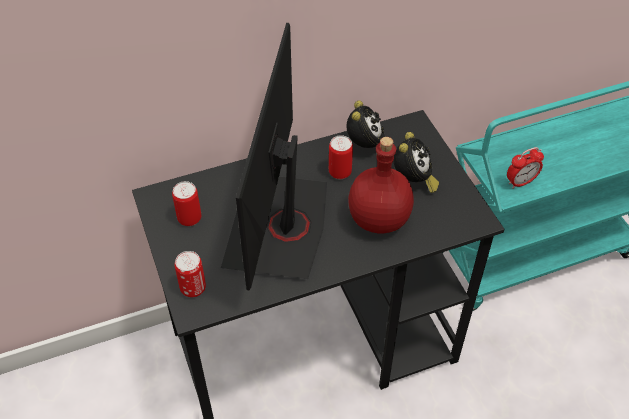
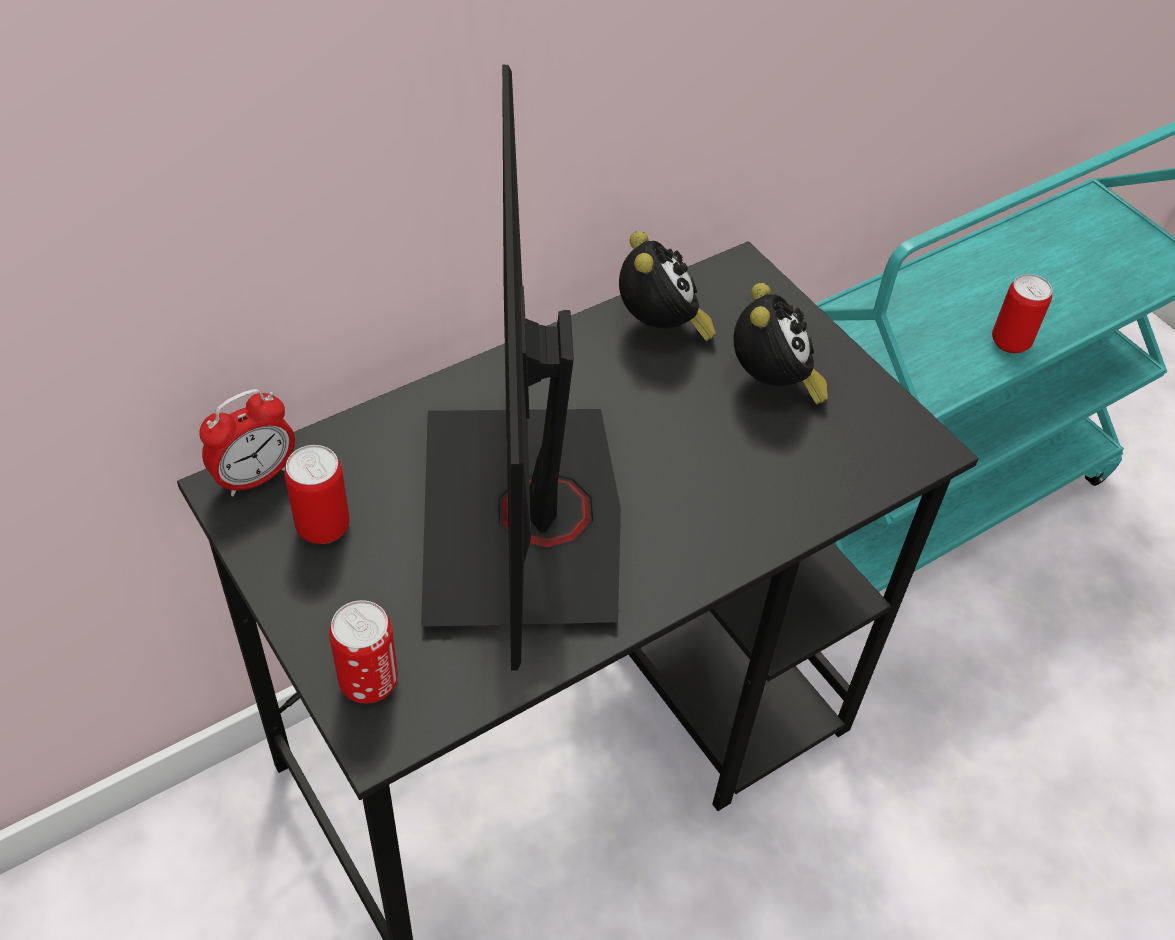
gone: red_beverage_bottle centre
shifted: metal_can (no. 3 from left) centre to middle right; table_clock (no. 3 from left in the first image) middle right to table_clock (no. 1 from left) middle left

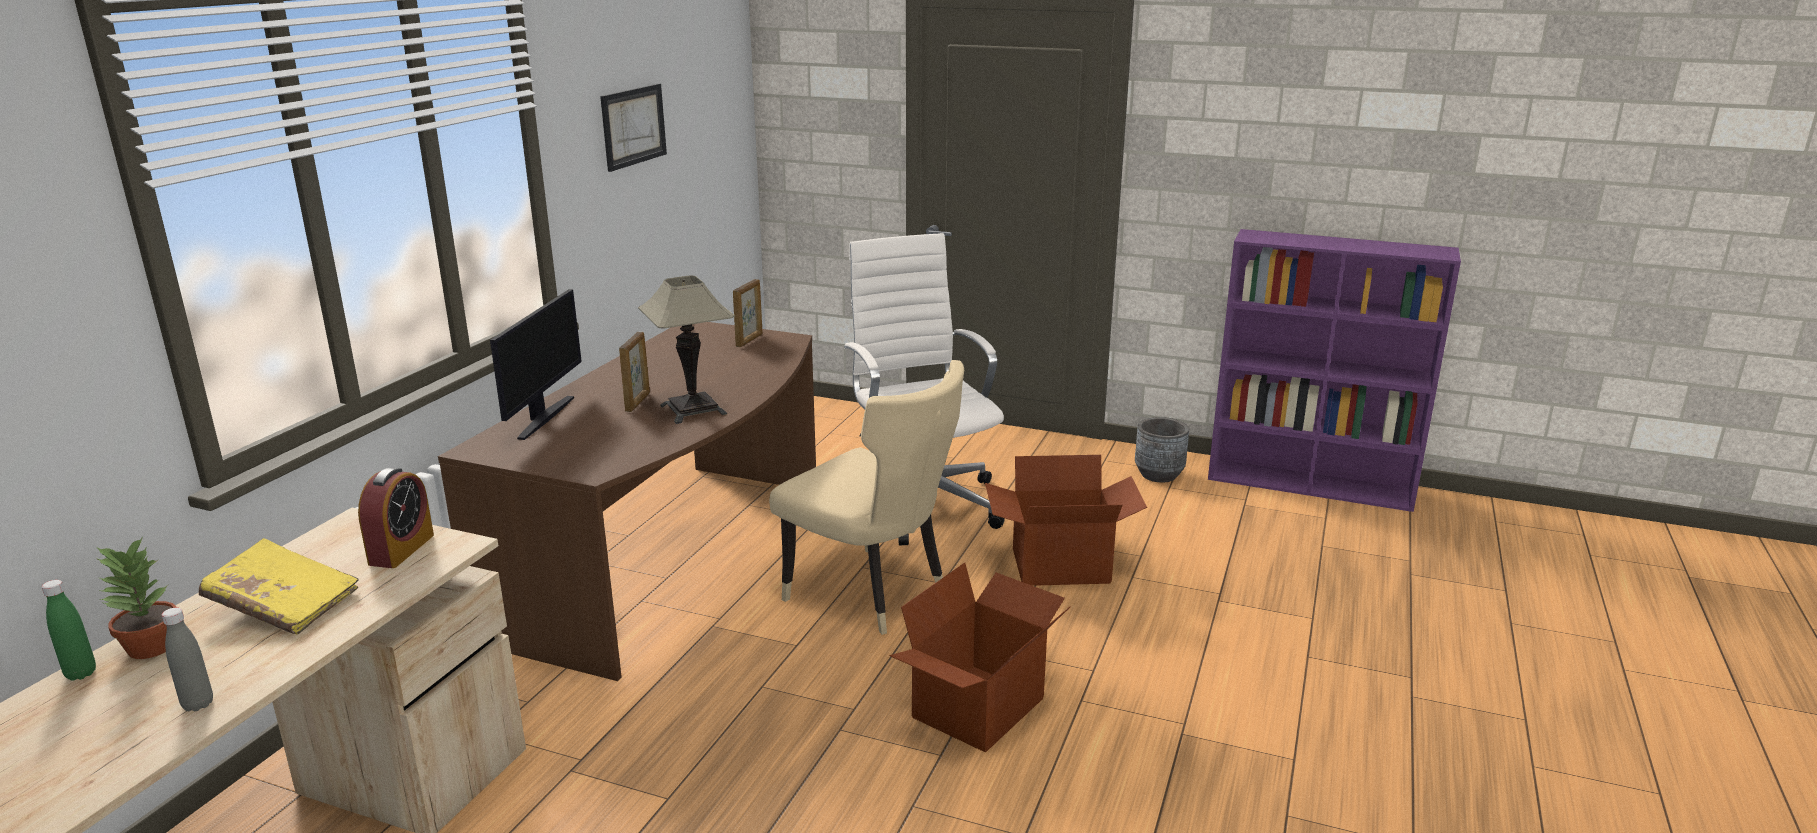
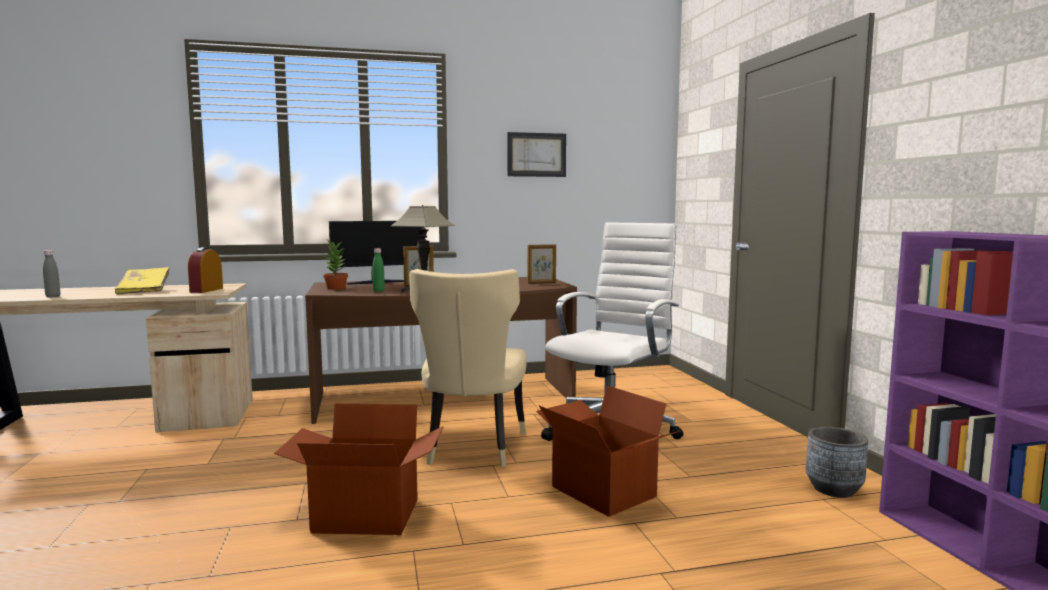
shifted: green-coloured_beverage_bottle bottom left to centre; houseplant bottom left to middle left
rotated: table_clock middle left = middle left 120 degrees clockwise

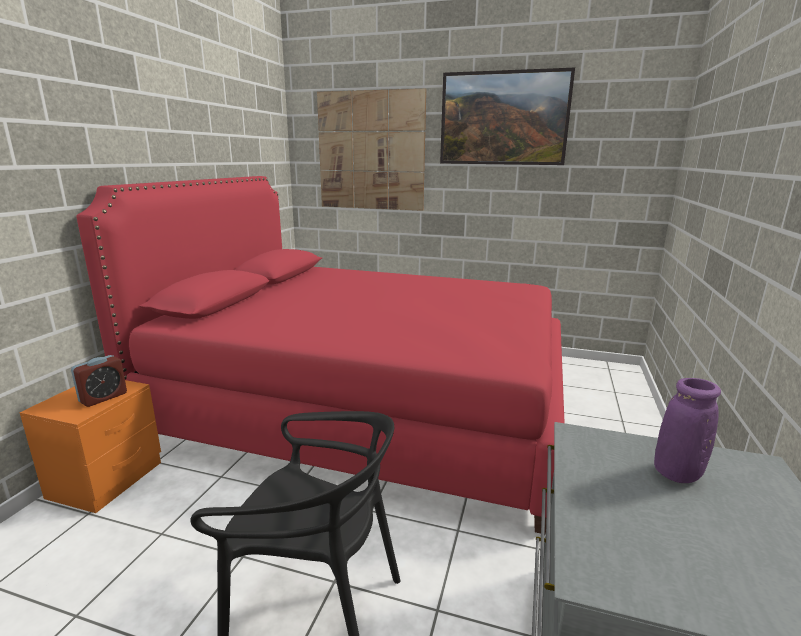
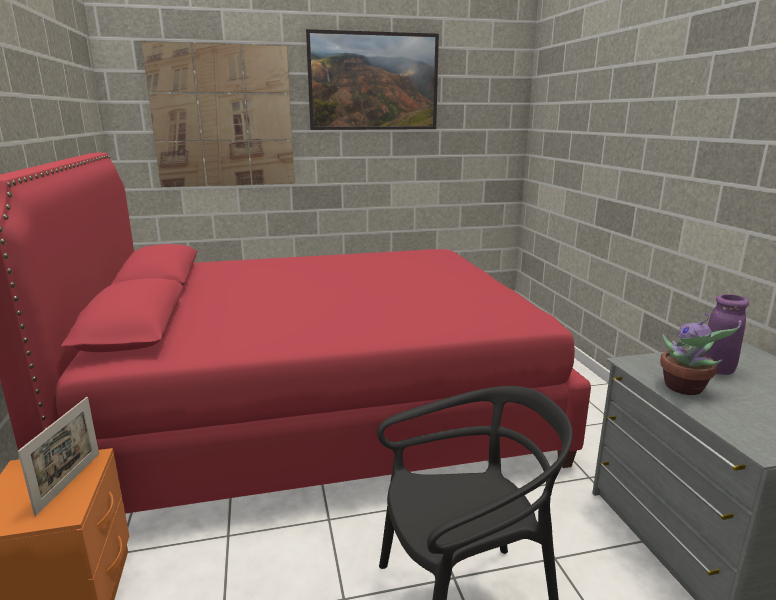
new: houseplant middle right
swapped: table_clock middle left to picture_frame bottom left

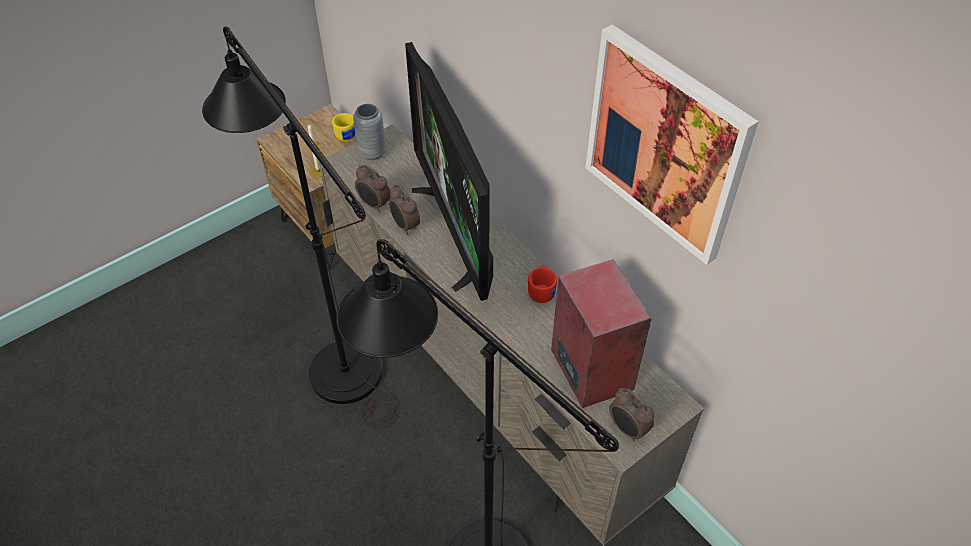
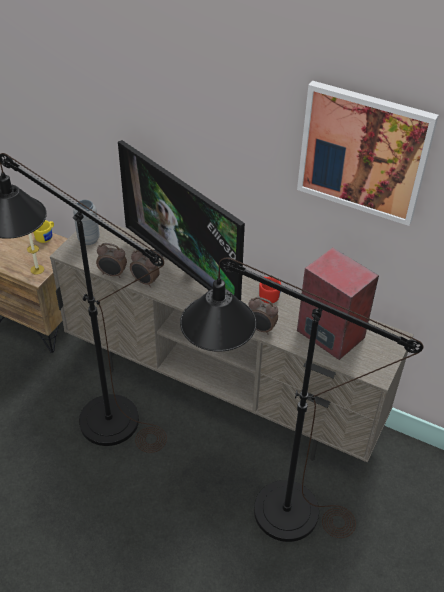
shifted: table_clock (no. 3 from left) bottom centre to centre

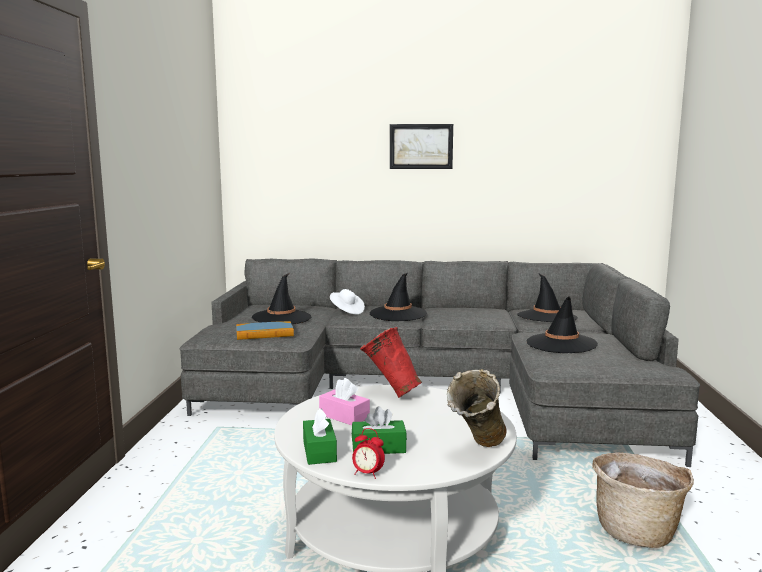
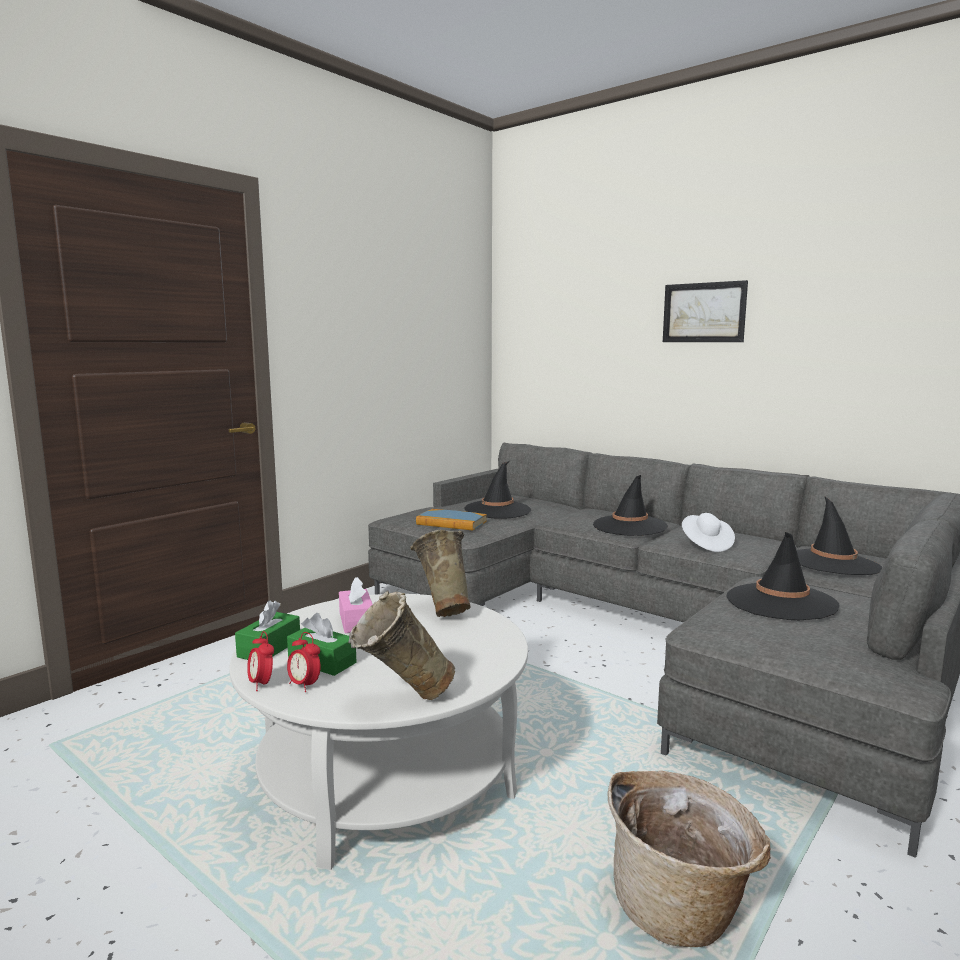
new: table_clock (no. 2 from left) bottom left
shifted: whitish_clothing_hat centre to middle right
repainted: red_decorative_vase centre to beige-coloured_decorative_vase (no. 2 from left) centre

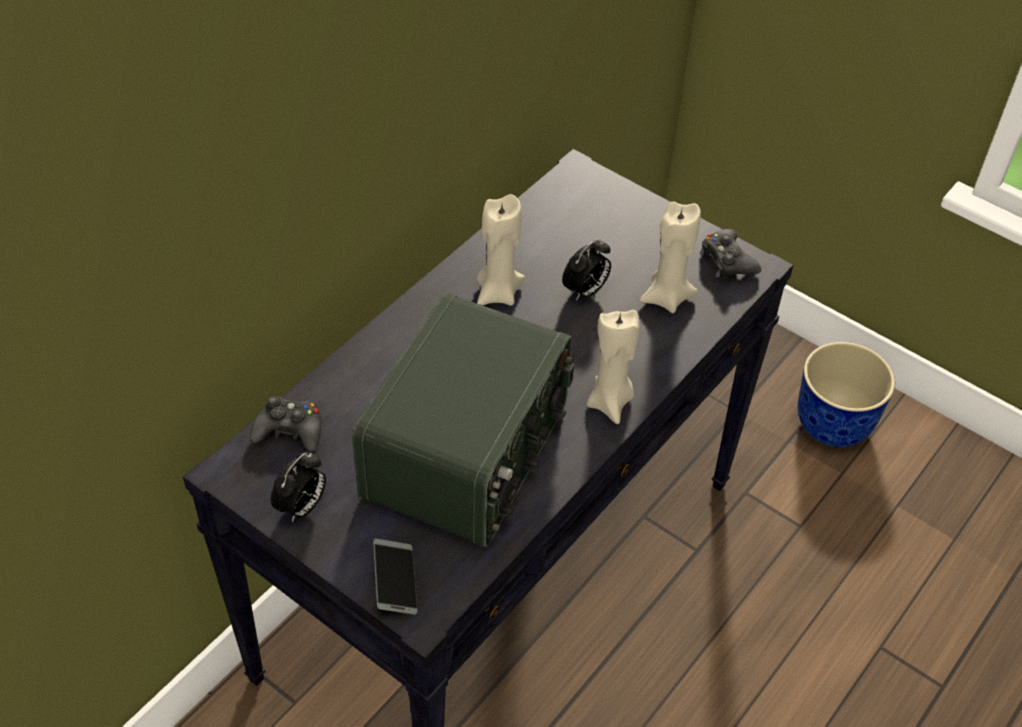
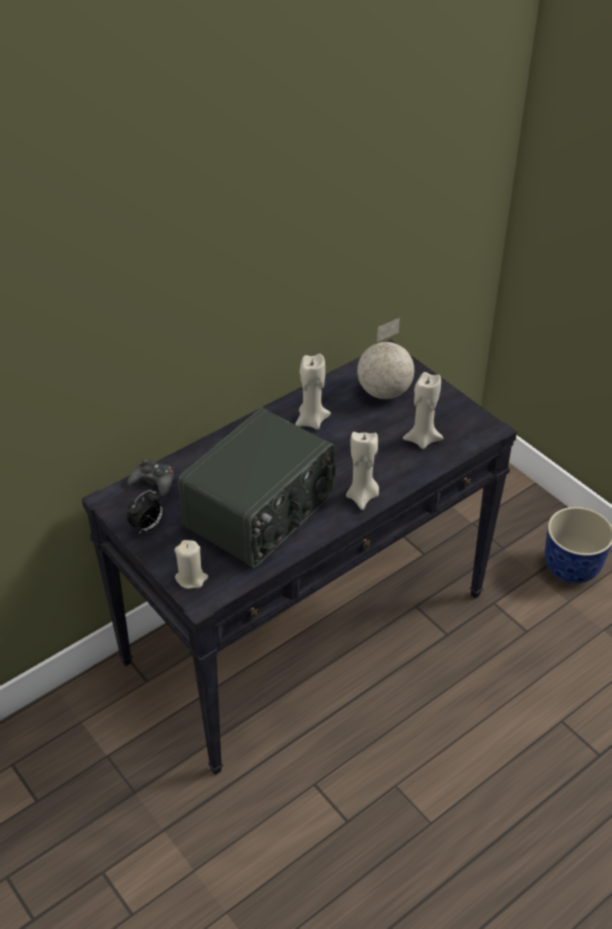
gone: table_clock (no. 2 from left) centre; black-coloured_gamepad (no. 2 from left) middle right
new: globe centre
swapped: phone bottom centre to beige-coloured_candle (no. 1 from left) middle left

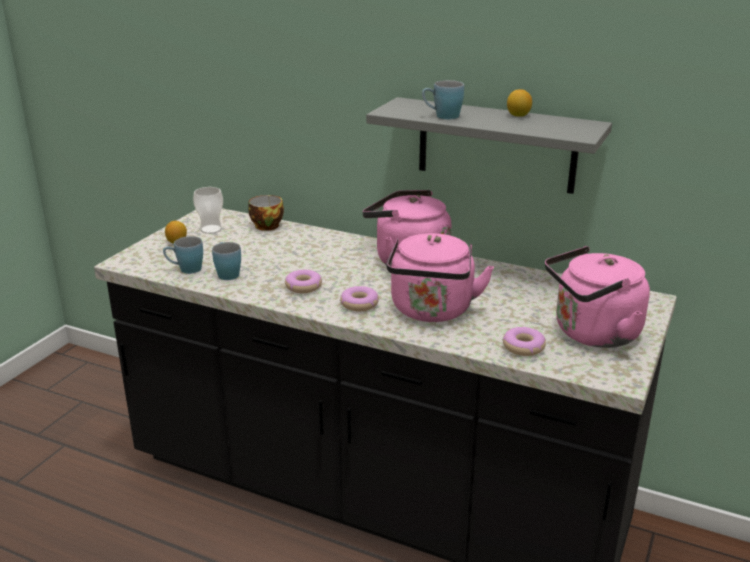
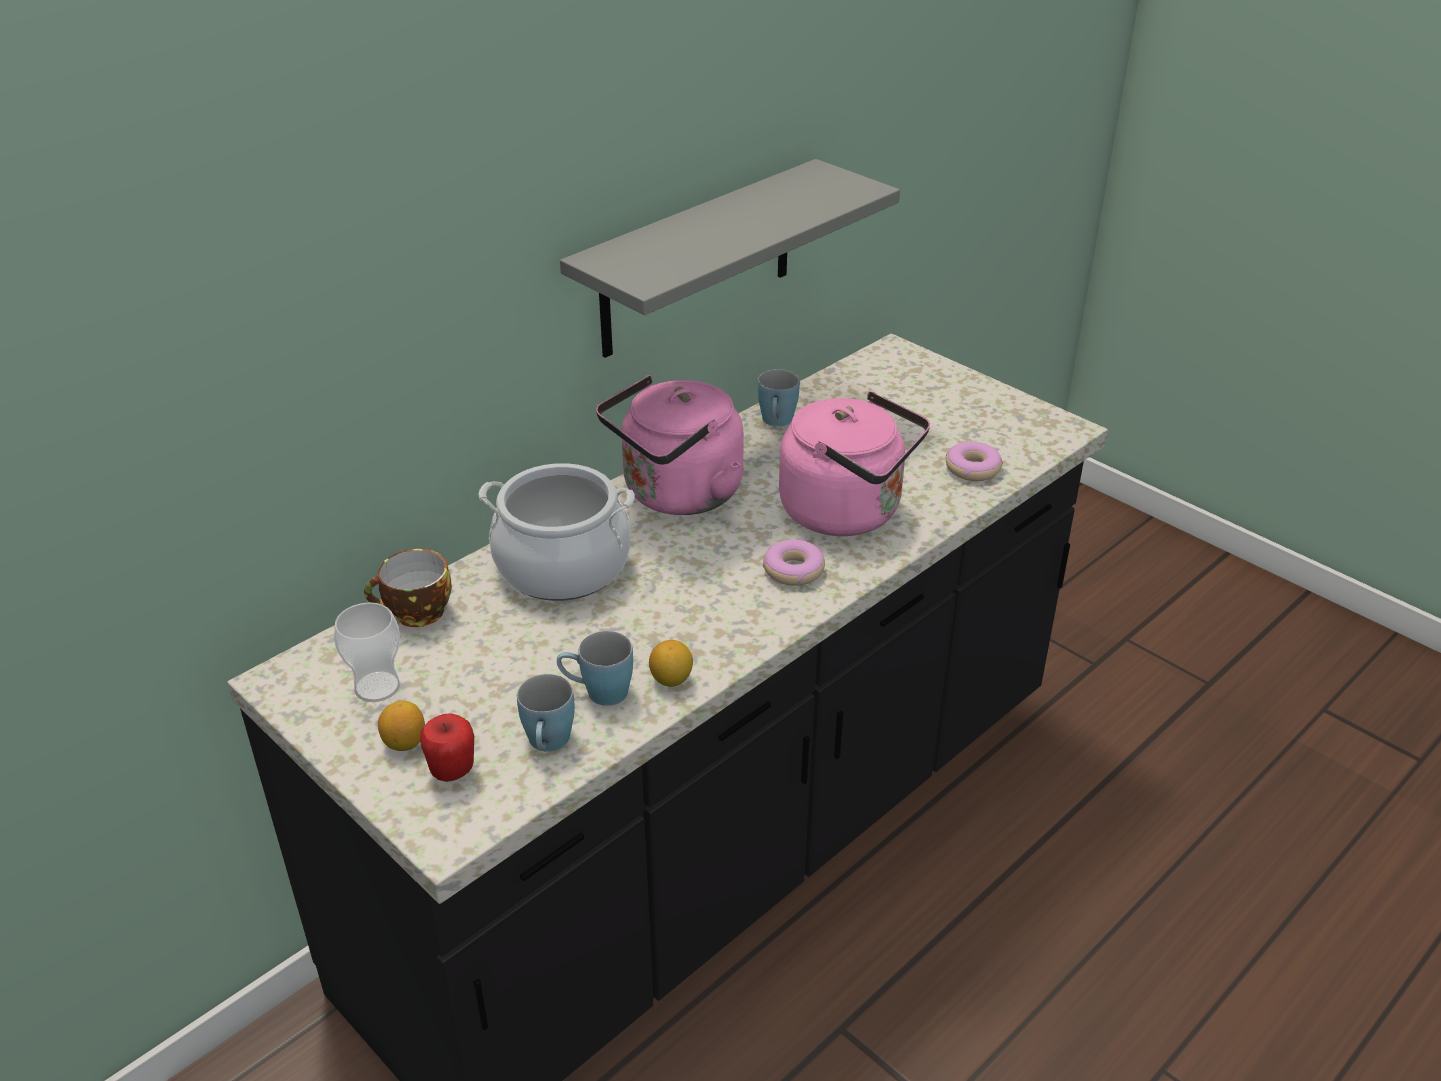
gone: doughnut (no. 1 from left) centre; pink-coloured_kettle (no. 3 from left) middle right
new: apple bottom left; stockpot centre
shifted: blue_tea_mug (no. 3 from left) top centre to centre; citrus_fruit (no. 2 from left) top right to centre

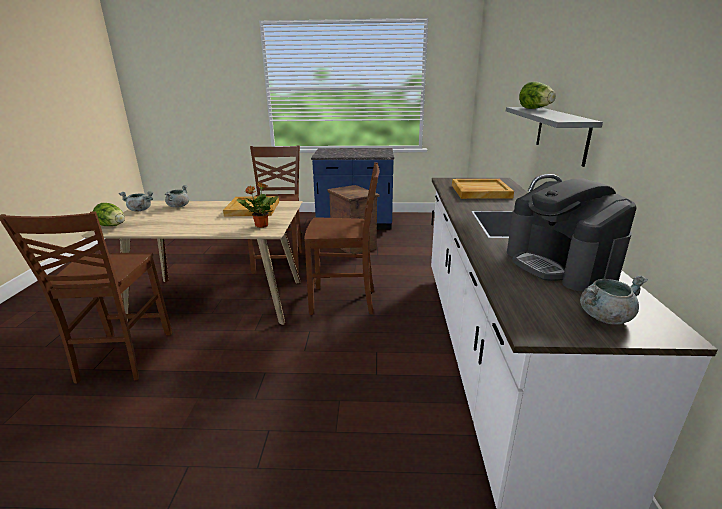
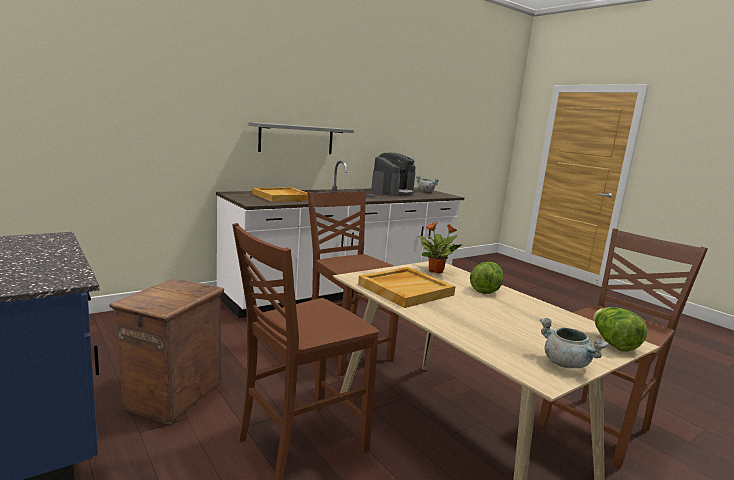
gone: gray_stockpot (no. 2 from left) middle left
shifted: lettuce_head (no. 2 from left in the first image) top right to lettuce_head (no. 1 from left) centre

